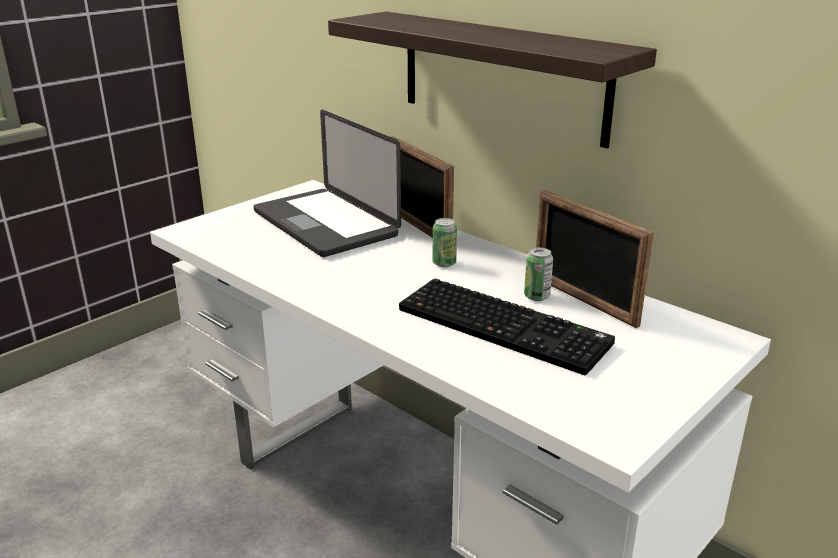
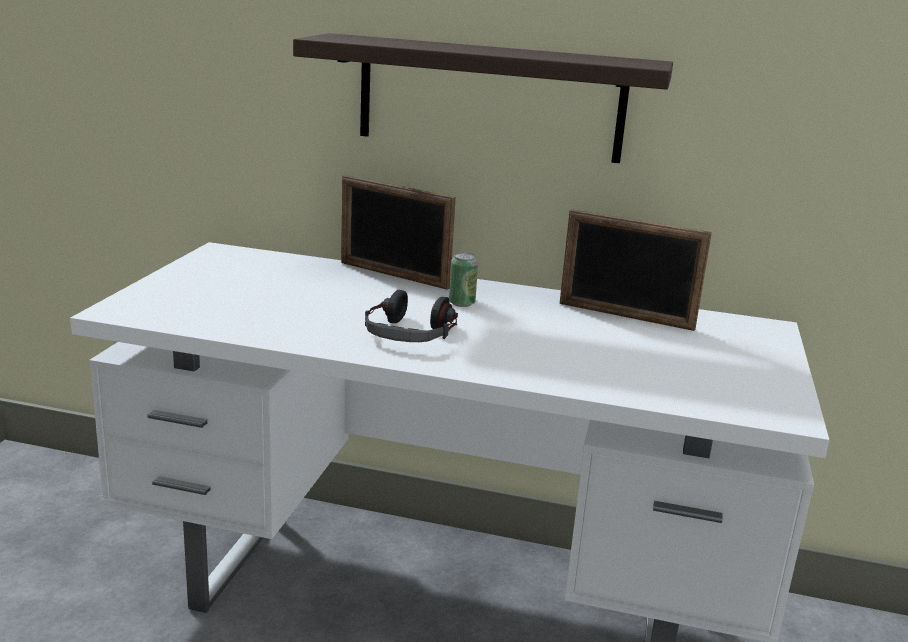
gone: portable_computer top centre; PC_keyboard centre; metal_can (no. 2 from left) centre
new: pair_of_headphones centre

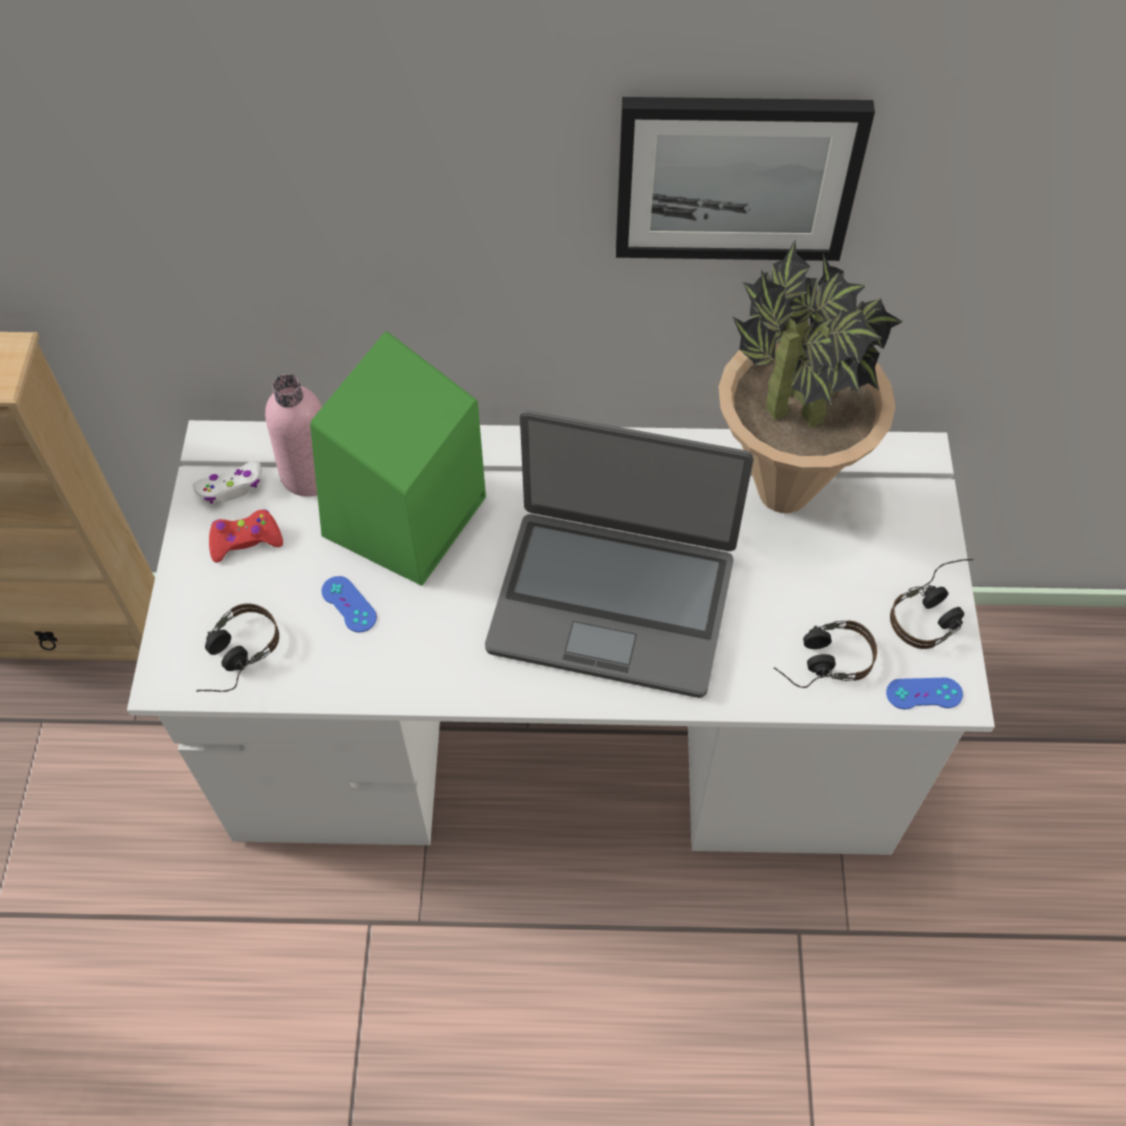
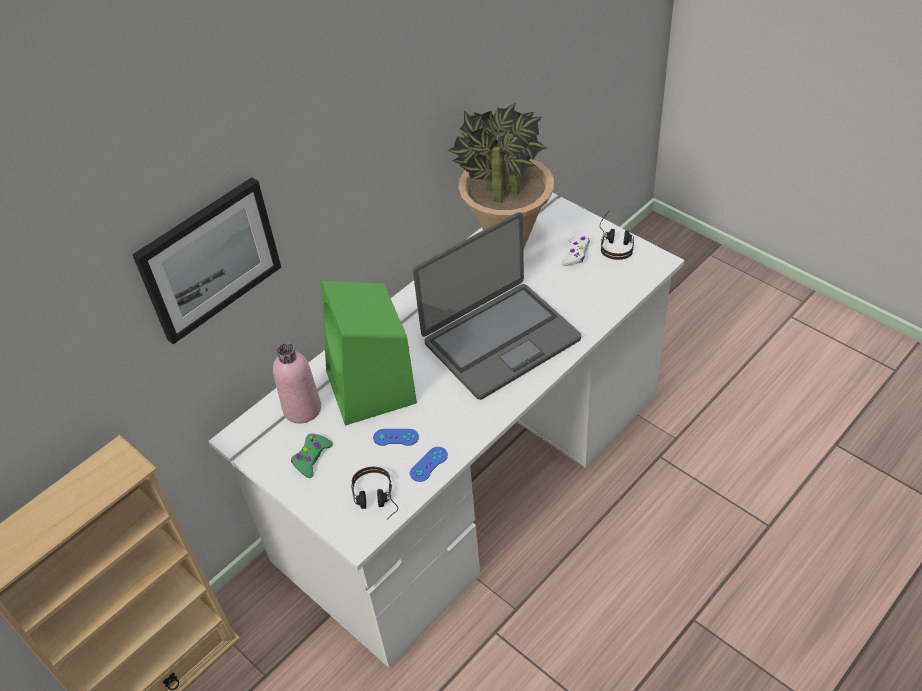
gone: pair_of_headphones (no. 2 from left) middle right
shifted: whitish_gamepad middle left to centre; wall_art top centre to middle left; blue_gamepad (no. 2 from left) middle right to bottom centre
repainted: red_gamepad middle left to green-coloured_gamepad centre

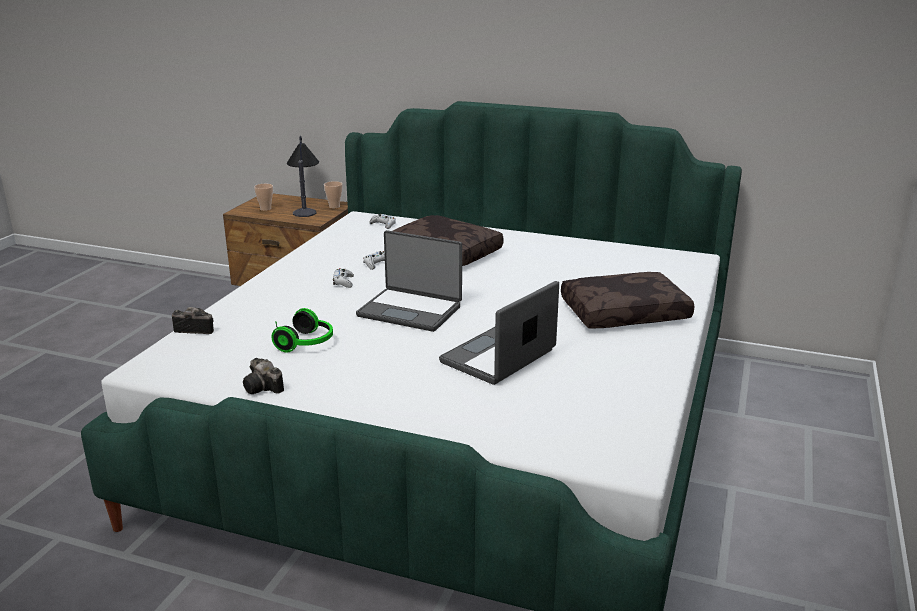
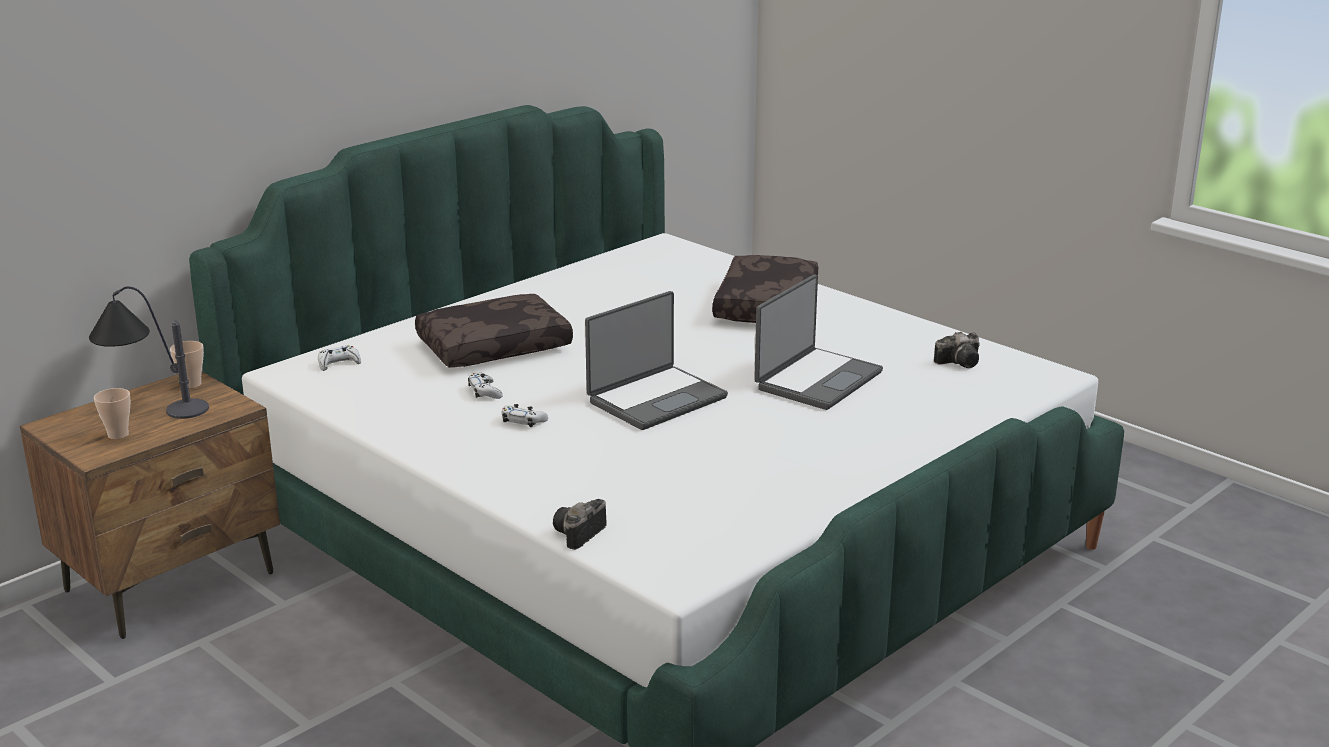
gone: pair_of_headphones middle left
shifted: still_camera (no. 2 from left) middle left to middle right
rotated: portable_computer (no. 2 from left) centre = centre 120 degrees counterclockwise

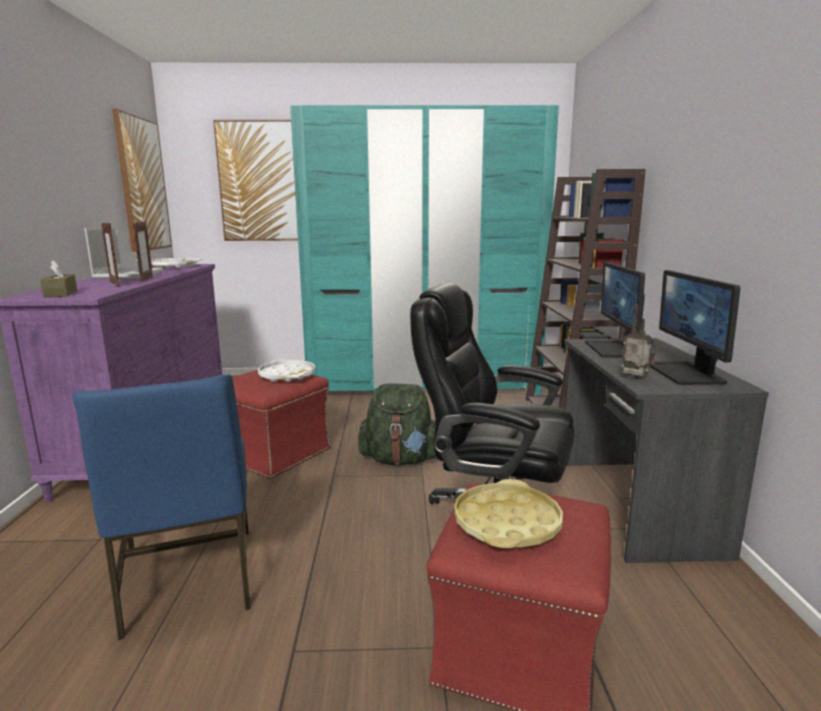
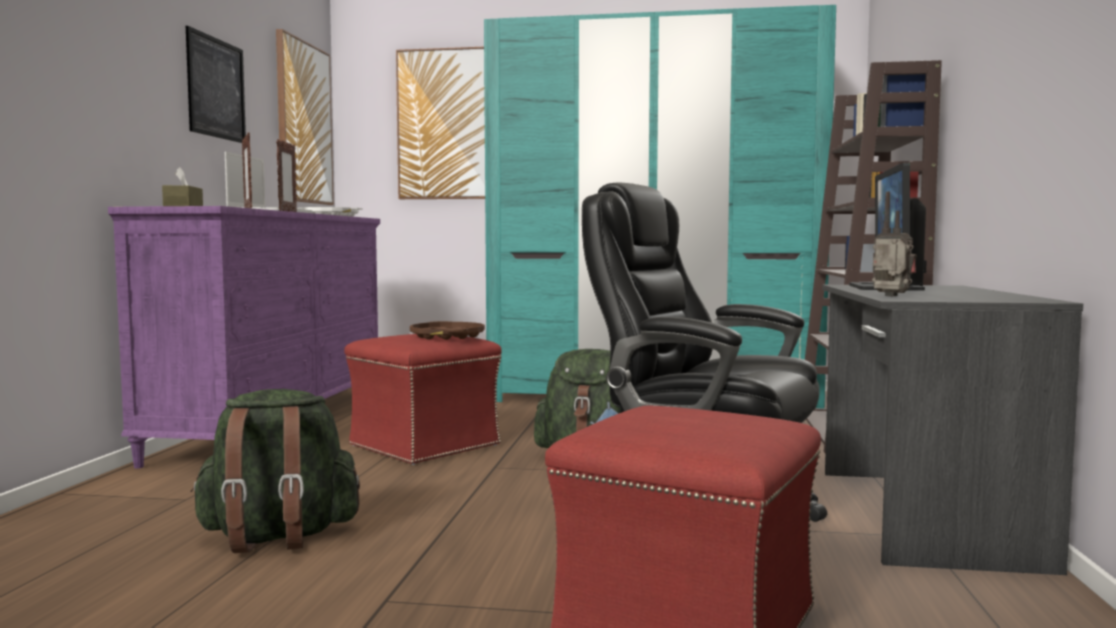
gone: yellowish_tray bottom centre; monitor (no. 2 from left) middle right
new: wall_art (no. 1 from left) top left
swapped: blue_upright_chair bottom left to green-coloured_backpack (no. 1 from left) bottom left
repainted: whitish_tray (no. 2 from left) centre to brownish_tray centre

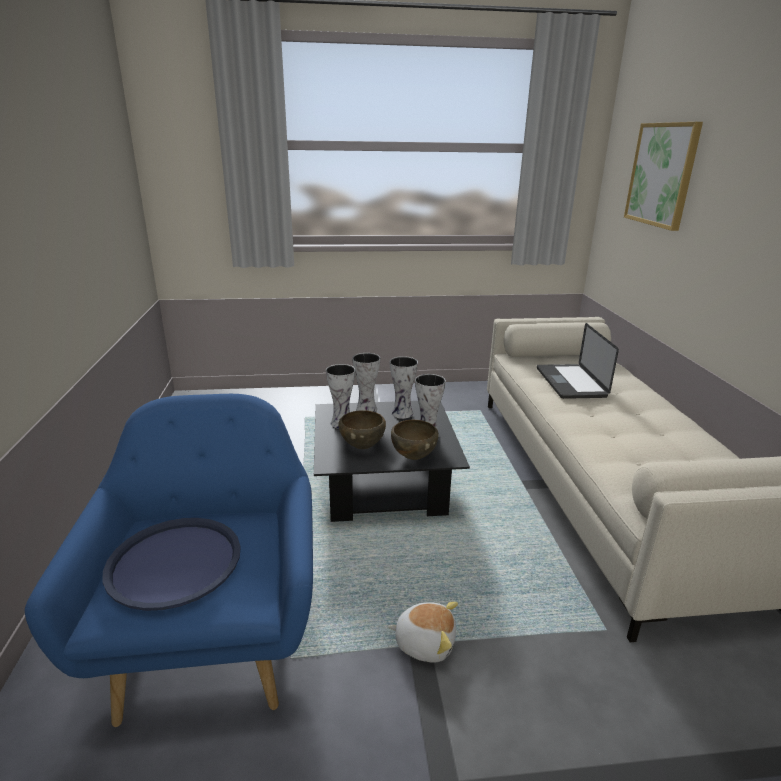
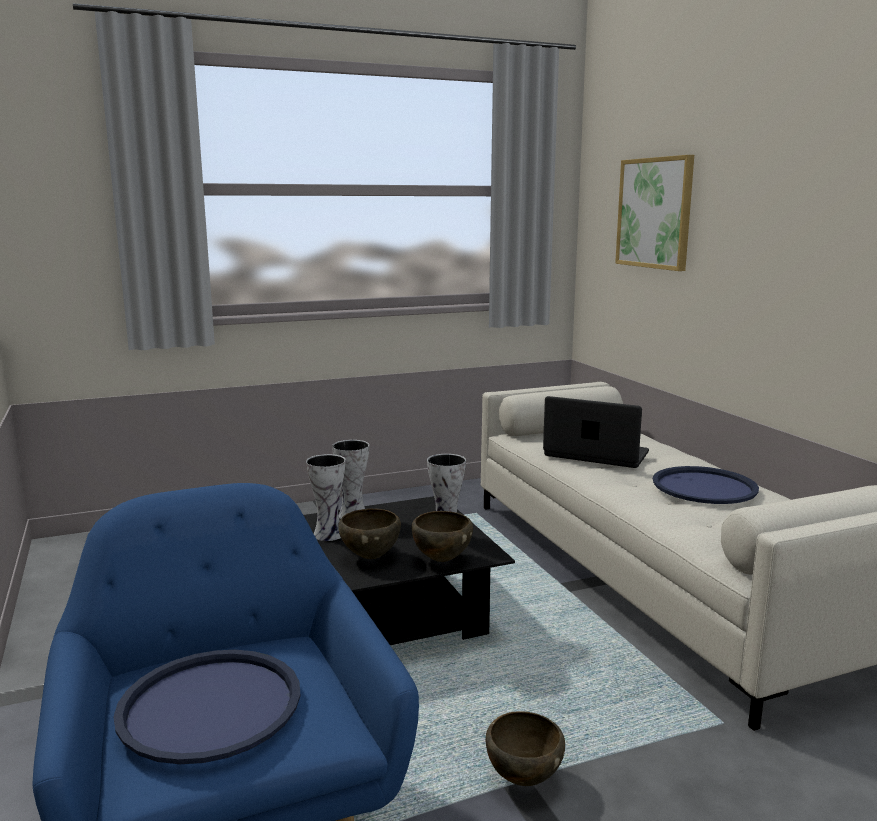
gone: decorative_vase (no. 3 from left) centre
new: blue_tray (no. 2 from left) middle right
swapped: plush_toy bottom centre to brownish_deep_dish (no. 3 from left) bottom centre
rotated: portable_computer middle right = middle right 135 degrees clockwise

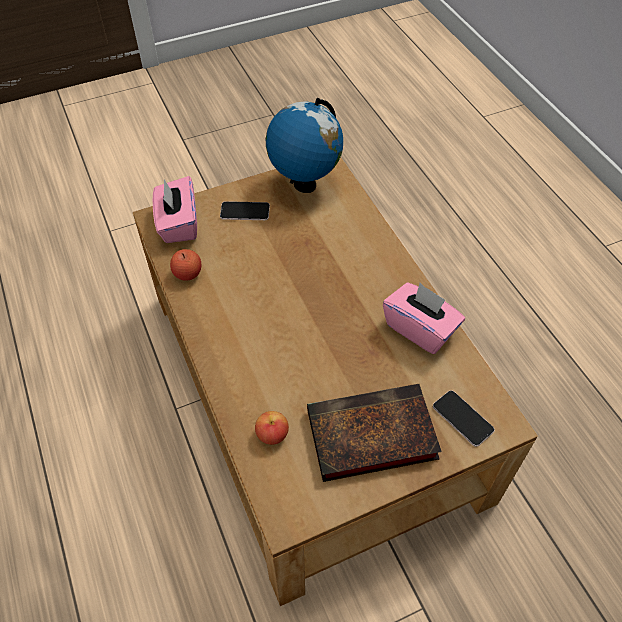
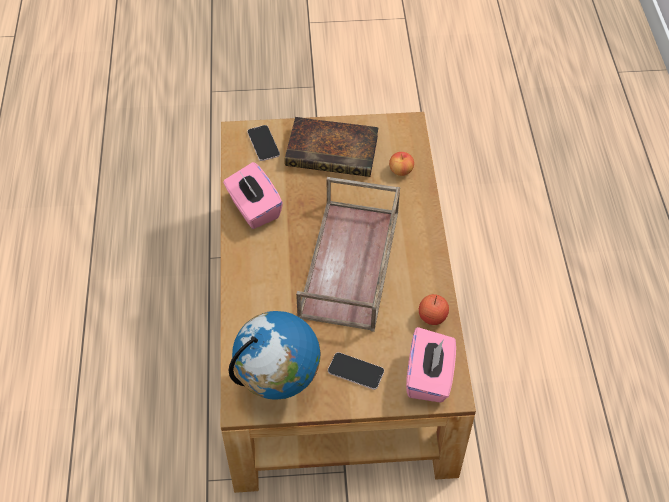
new: brownish_tray centre

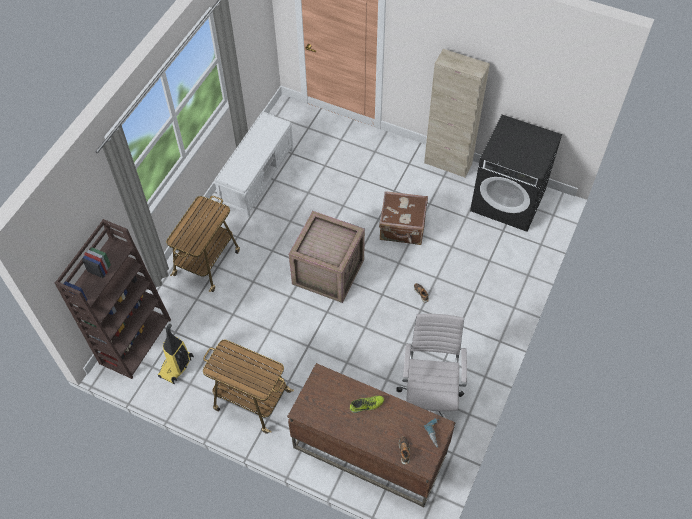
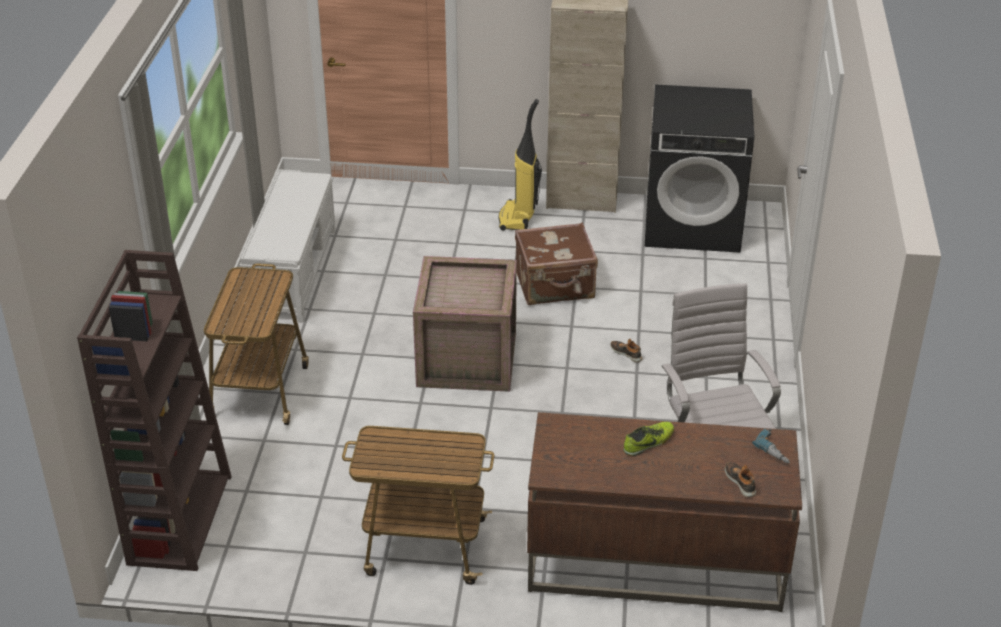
shifted: vacuum bottom left to top centre

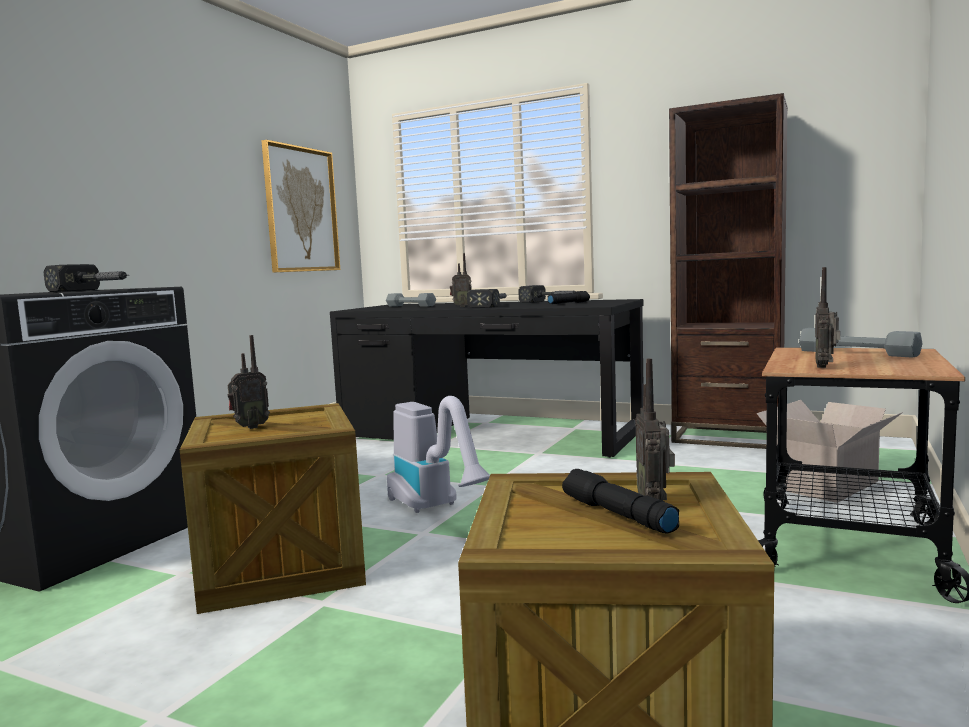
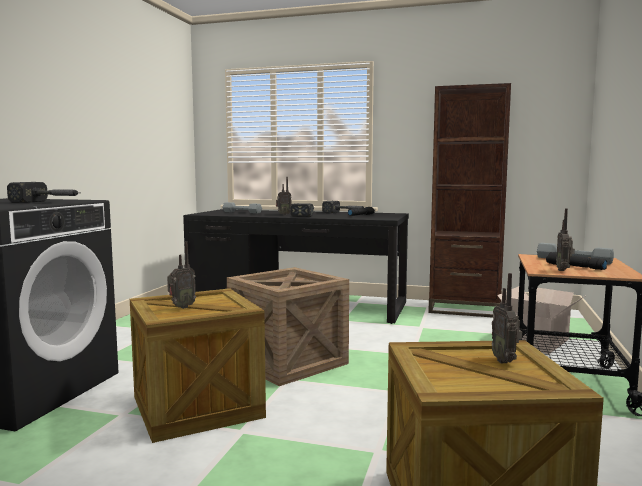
gone: wall_art top left
shifted: black-coloured_torch (no. 2 from left) bottom centre to middle right
swapped: vacuum centre to packing_crate (no. 2 from left) bottom centre

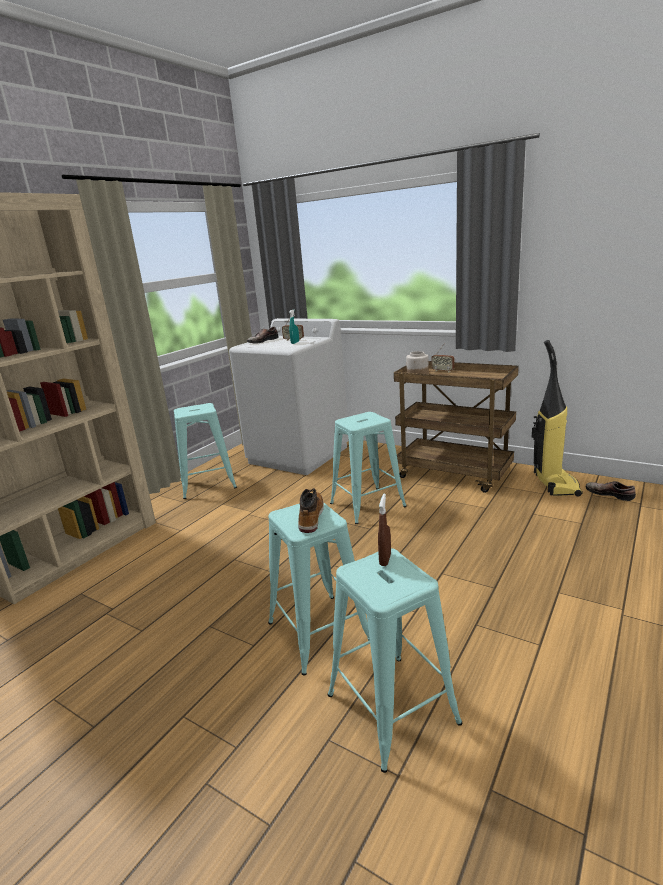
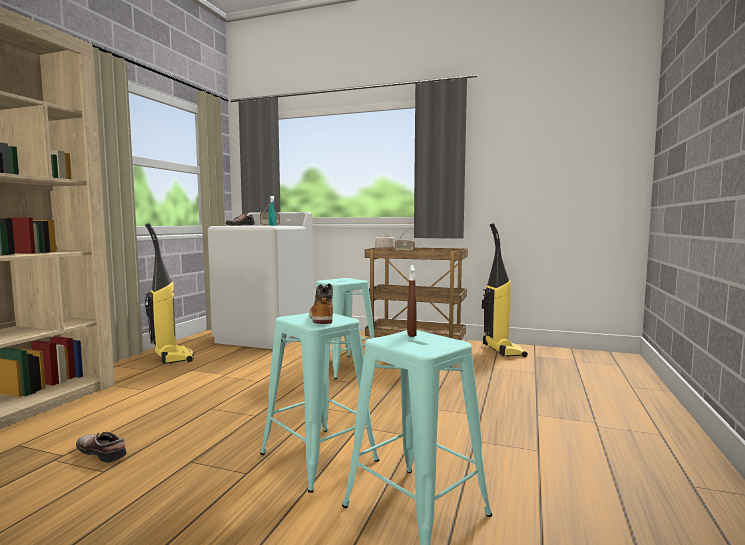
shifted: item_of_footwear (no. 2 from left in the first image) middle right to item_of_footwear (no. 1 from left) bottom left
swapped: turquoise_sitting_stool (no. 1 from left) middle left to vacuum (no. 1 from left) middle left

